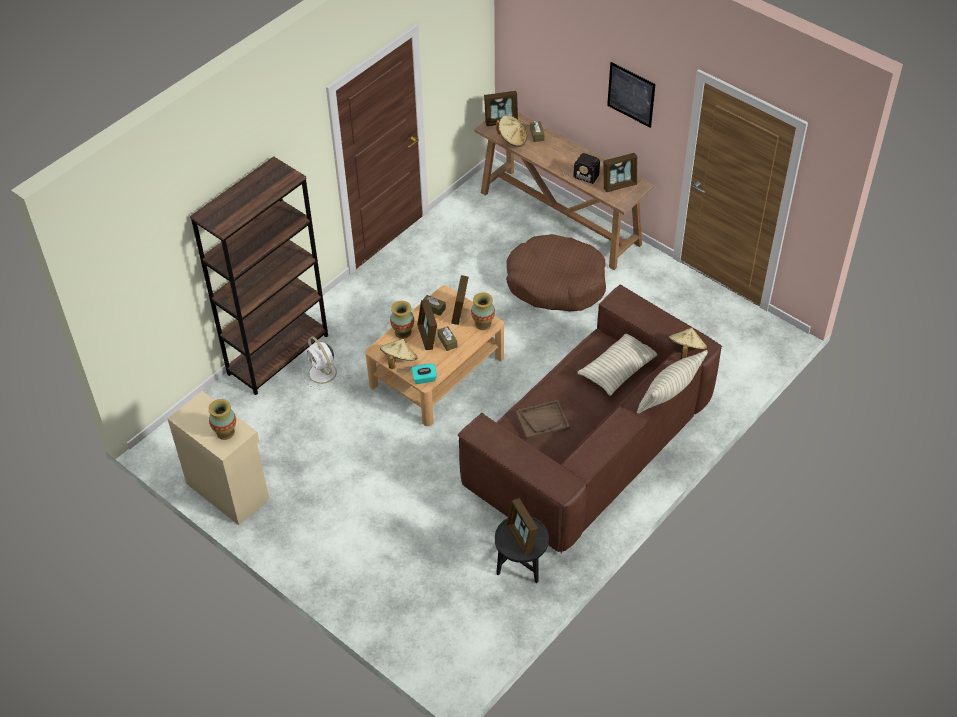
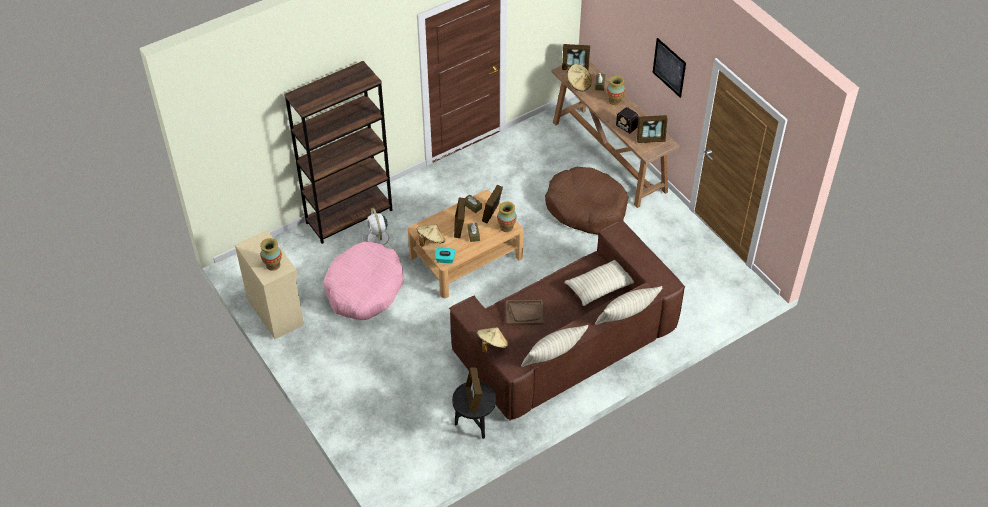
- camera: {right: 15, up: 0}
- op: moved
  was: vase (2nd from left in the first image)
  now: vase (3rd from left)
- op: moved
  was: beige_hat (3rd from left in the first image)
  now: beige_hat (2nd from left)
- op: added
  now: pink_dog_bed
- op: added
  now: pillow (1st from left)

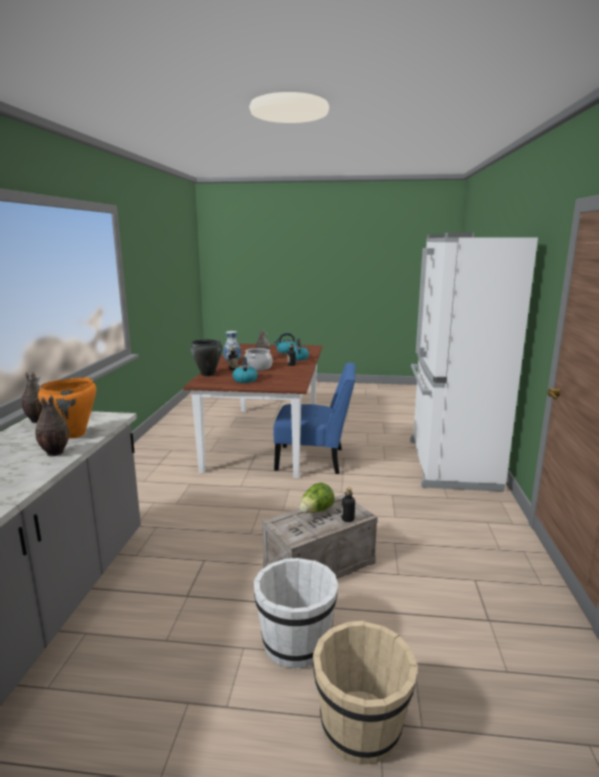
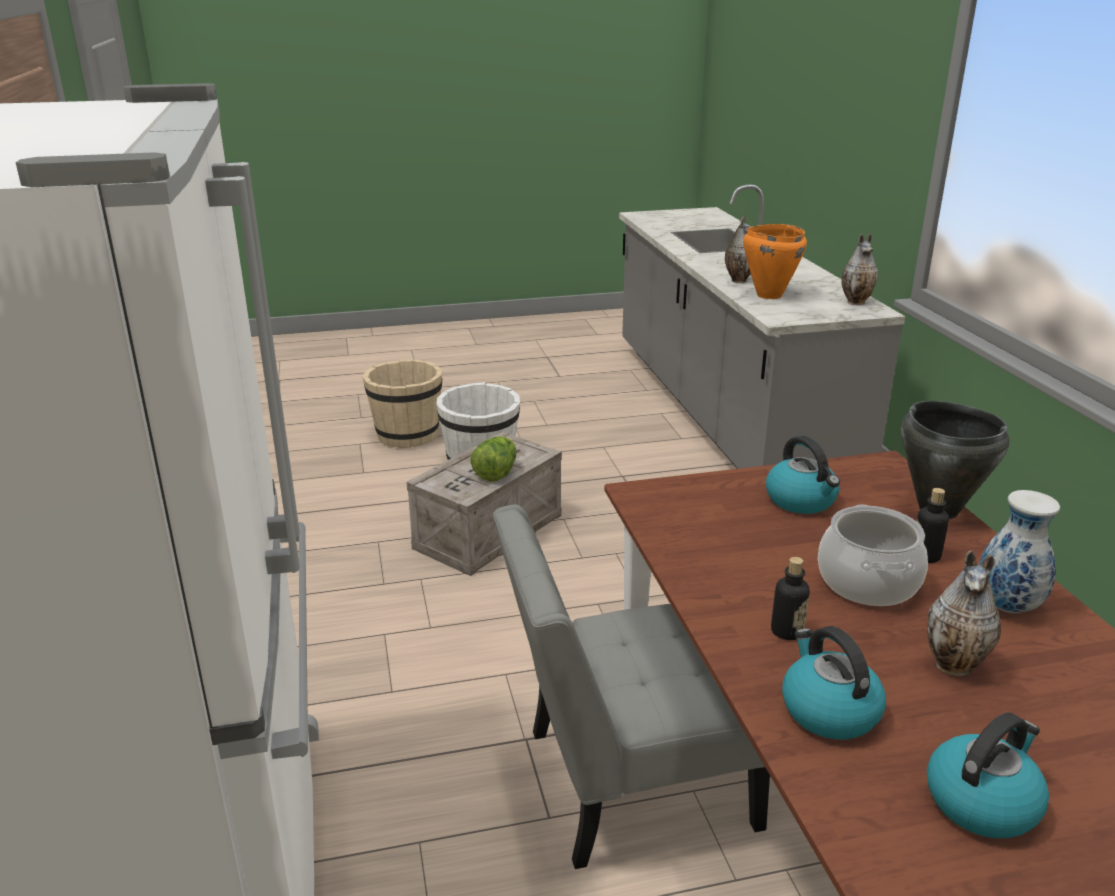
- camera: {right: 160, up: 10}
- op: recoloured
  was: blue_chair
  now: grey_chair
- op: removed
  was: bottle (3rd from left)

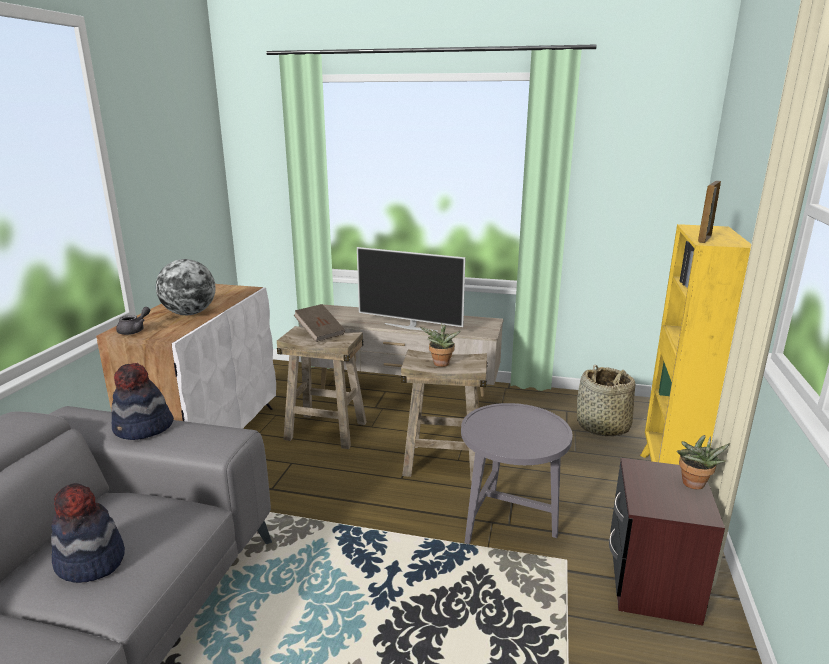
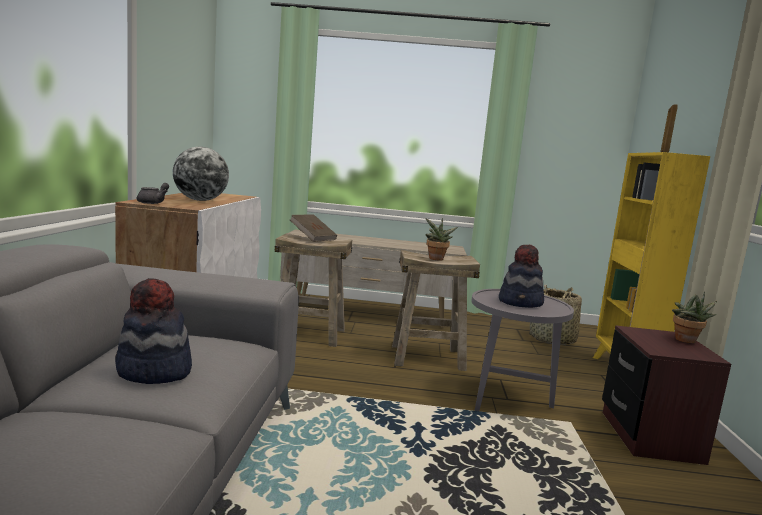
- camera: {right: -10, up: -10}
- op: removed
  was: television
- op: moved
  was: hat (2nd from left)

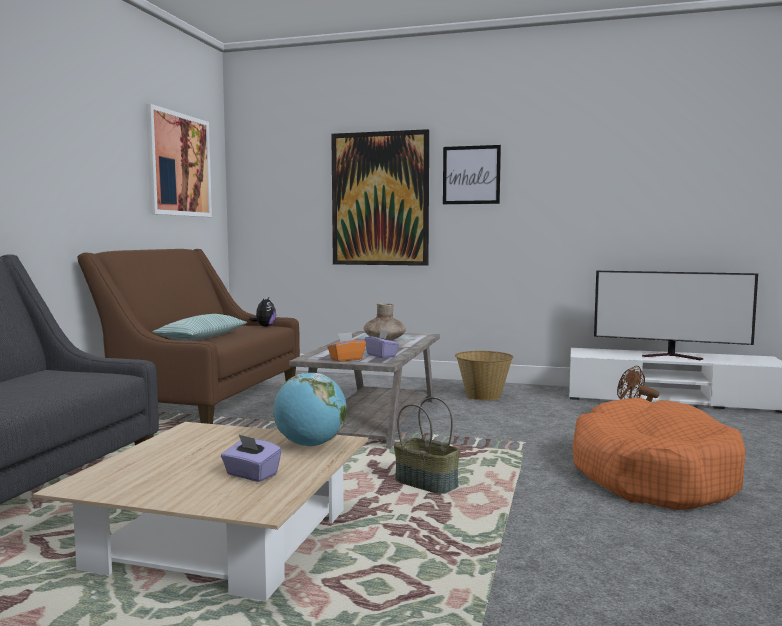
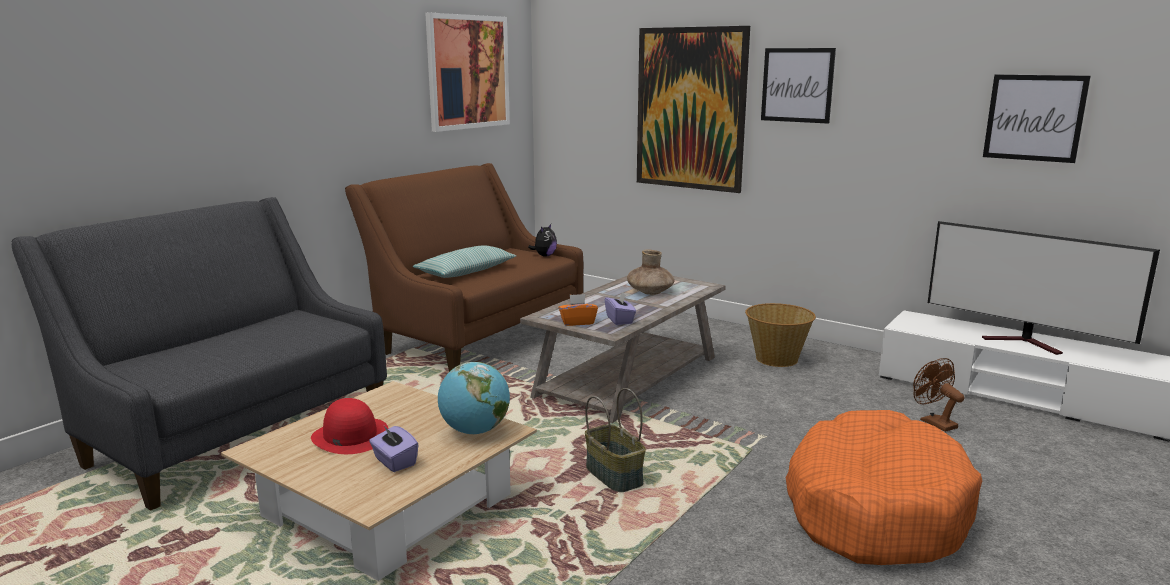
- camera: {right: 20, up: 10}
- op: added
  now: picture (4th from left)
- op: added
  now: red_hat

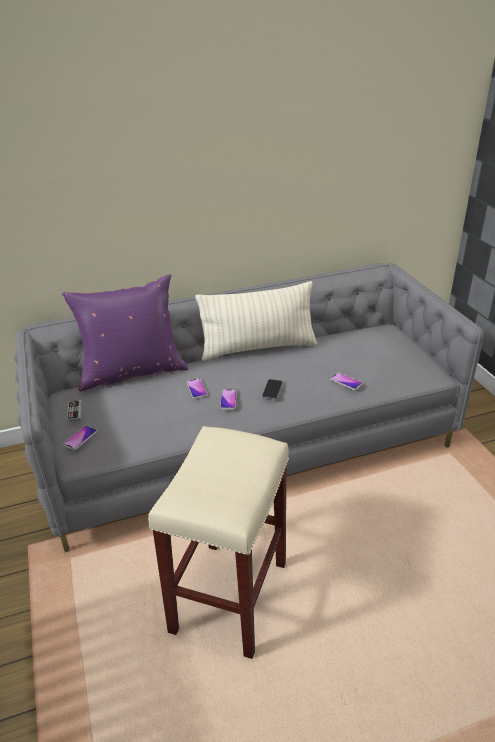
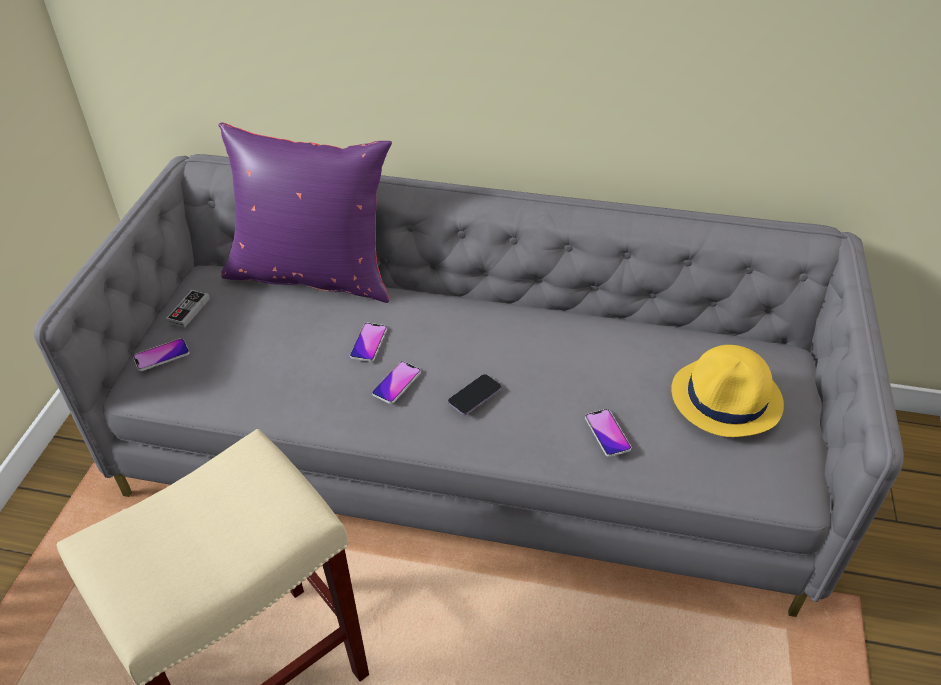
- camera: {right: 30, up: 10}
- op: removed
  was: beige_pillow
- op: added
  now: yellow_hat

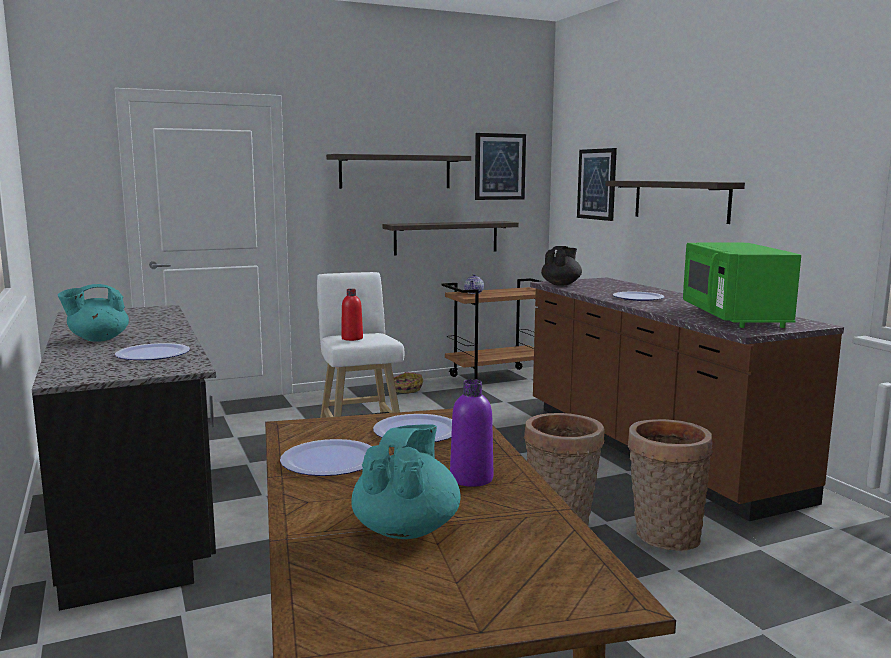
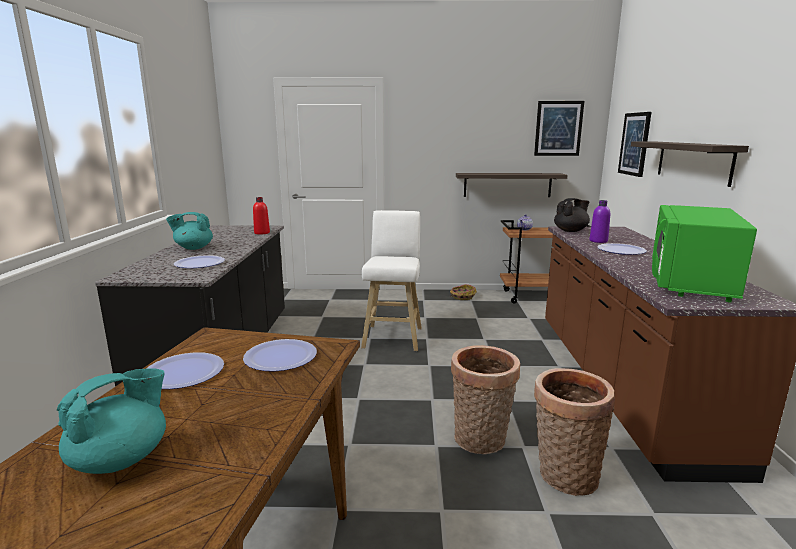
- camera: {right: 25, up: 5}
- op: removed
  was: shelf (1st from left)
- op: moved
  was: red_bottle
- op: moved
  was: purple_bottle

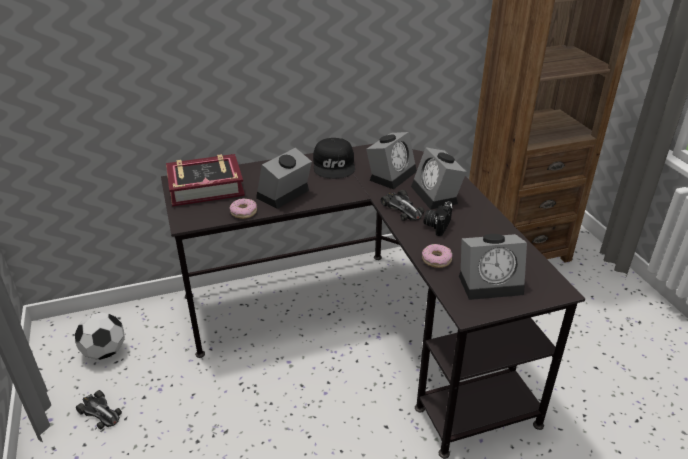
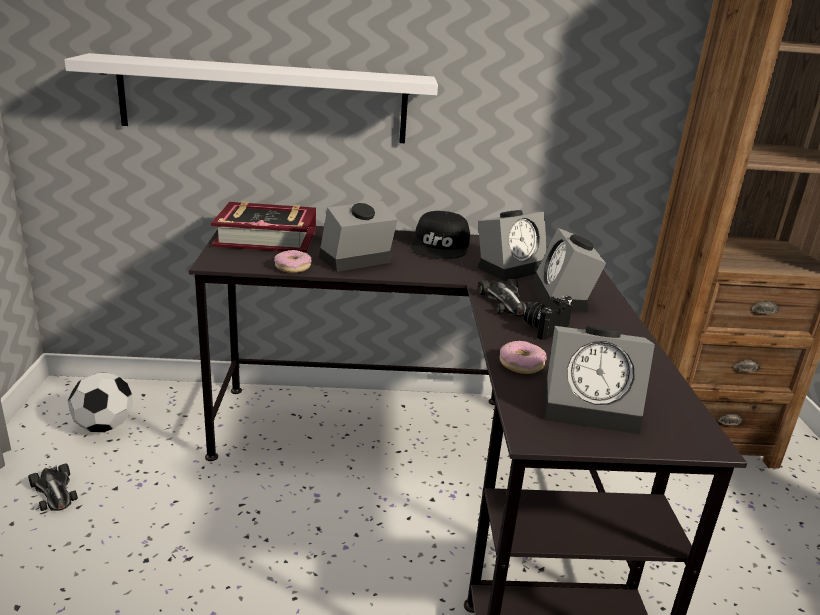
- camera: {right: 15, up: -10}
- op: added
  now: white_shelf

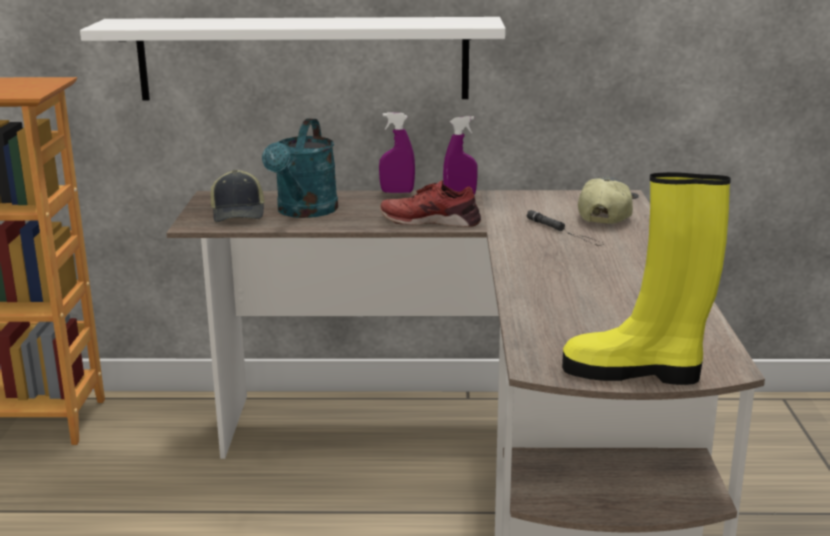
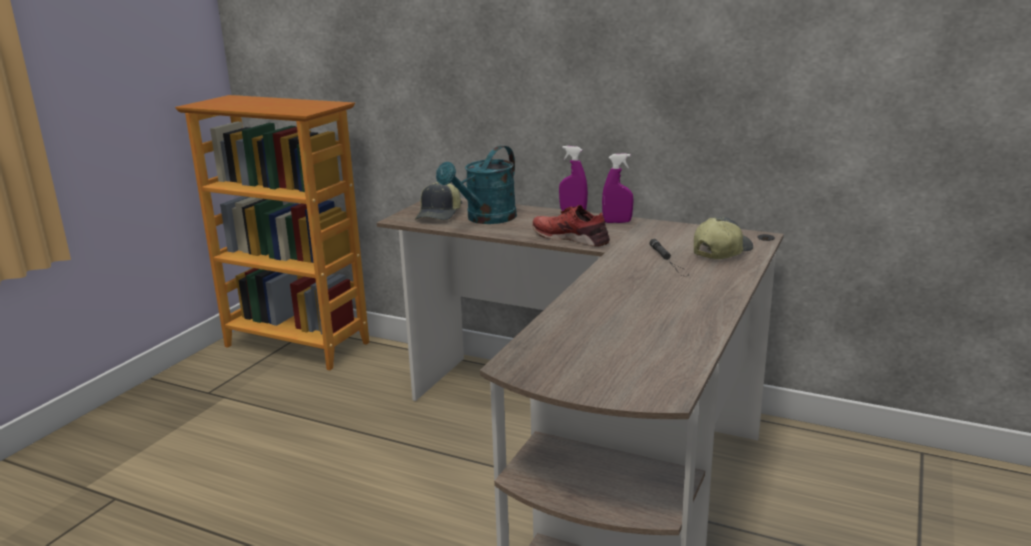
- camera: {right: 25, up: 0}
- op: removed
  was: white_shelf
- op: removed
  was: yellow_boot

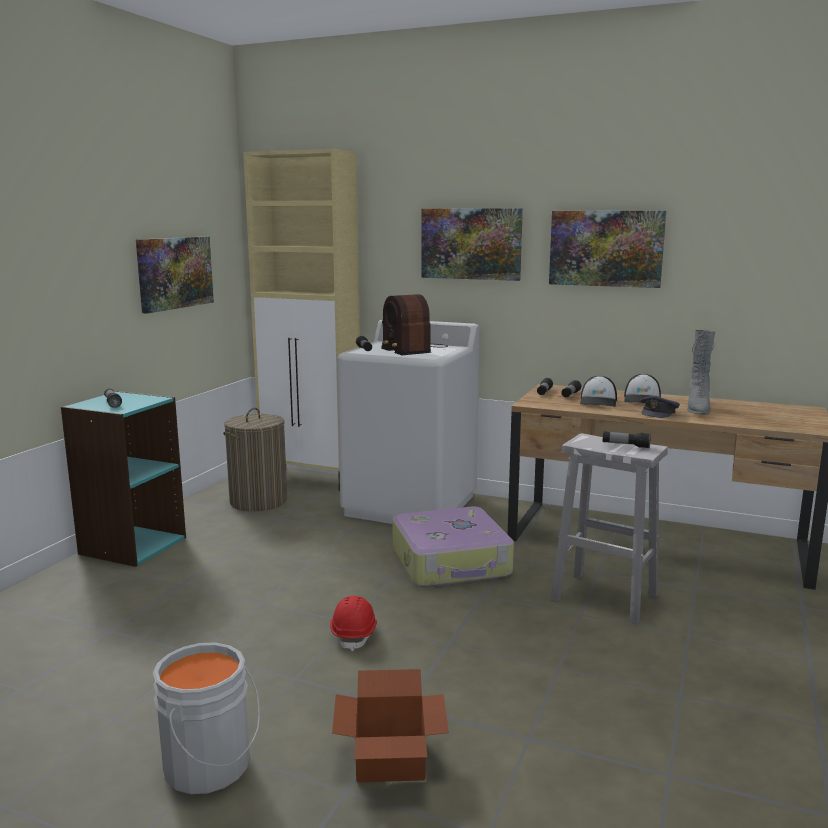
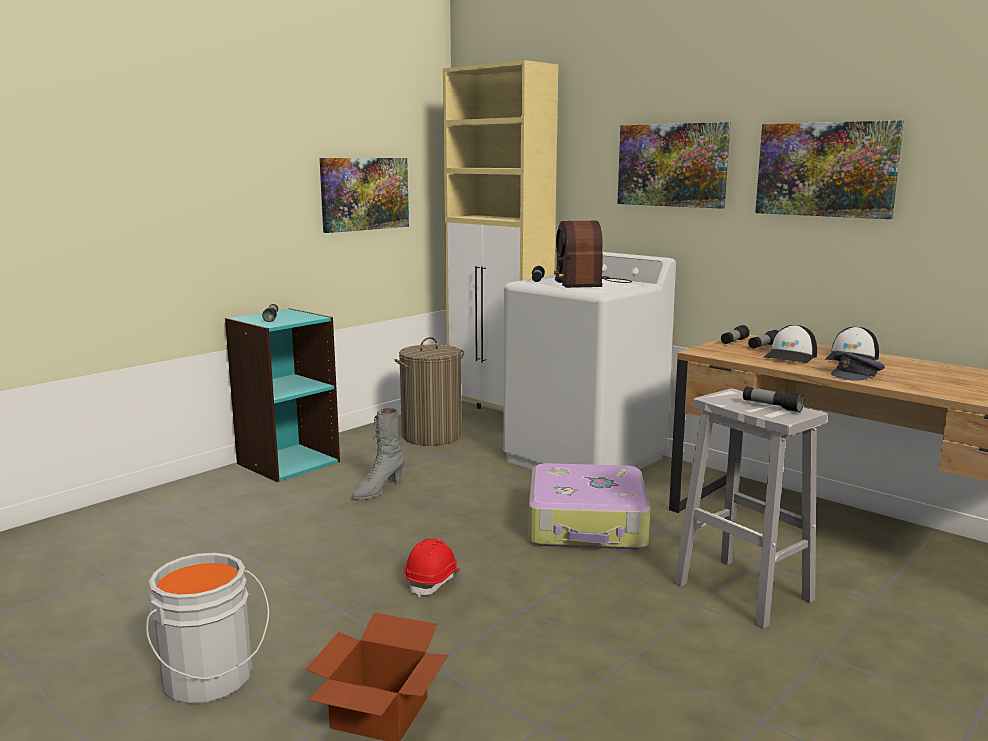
- camera: {right: 20, up: 0}
- op: moved
  was: grey_boot

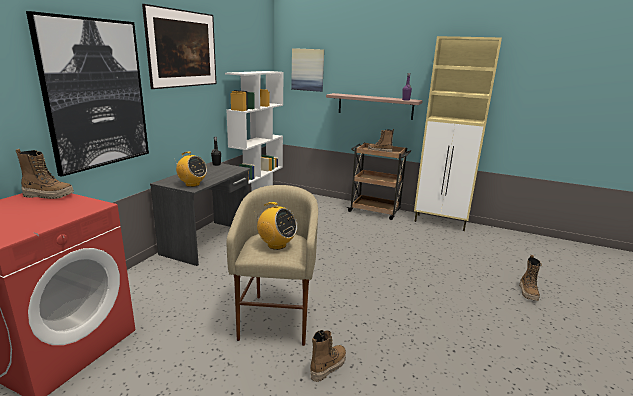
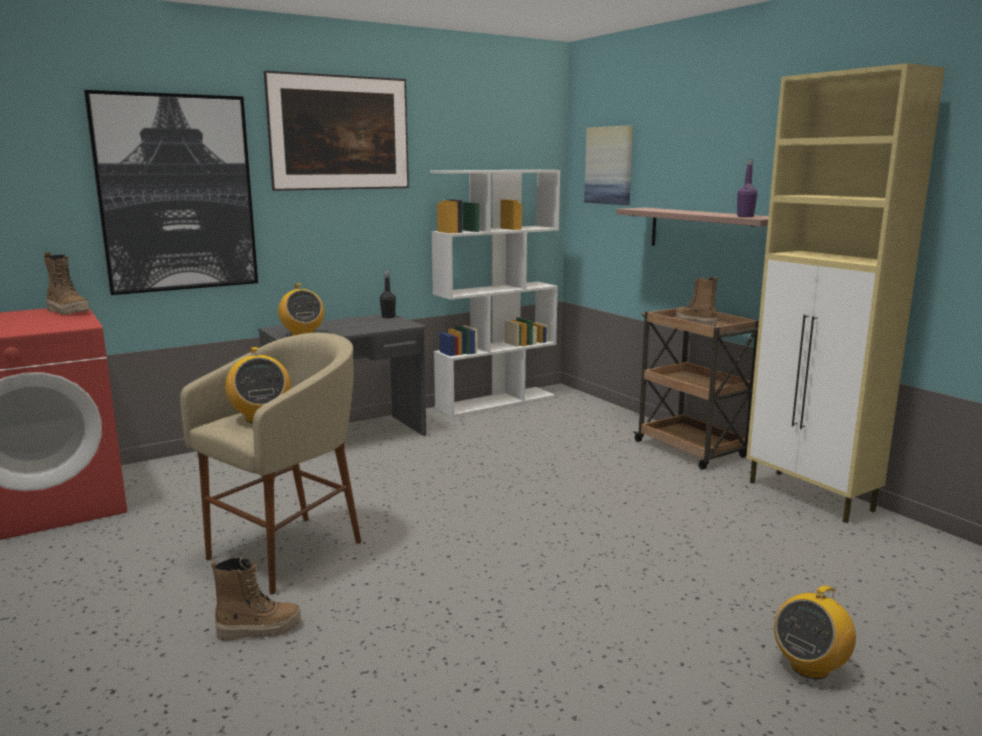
- camera: {right: 35, up: -5}
- op: replaced
  was: boot (4th from left)
  now: radio (3rd from left)

